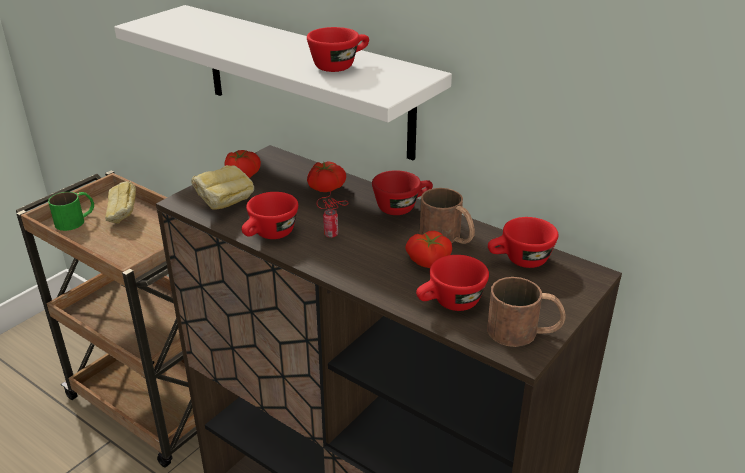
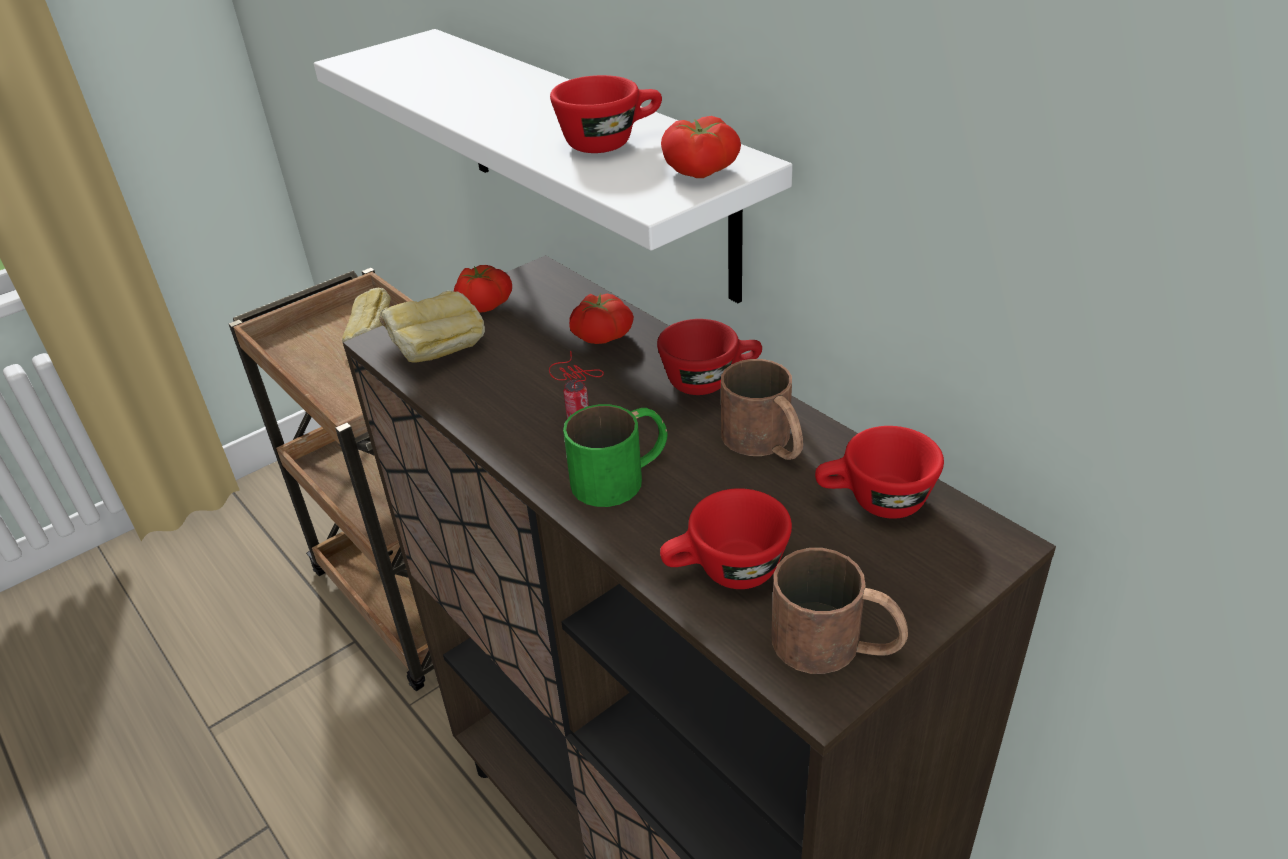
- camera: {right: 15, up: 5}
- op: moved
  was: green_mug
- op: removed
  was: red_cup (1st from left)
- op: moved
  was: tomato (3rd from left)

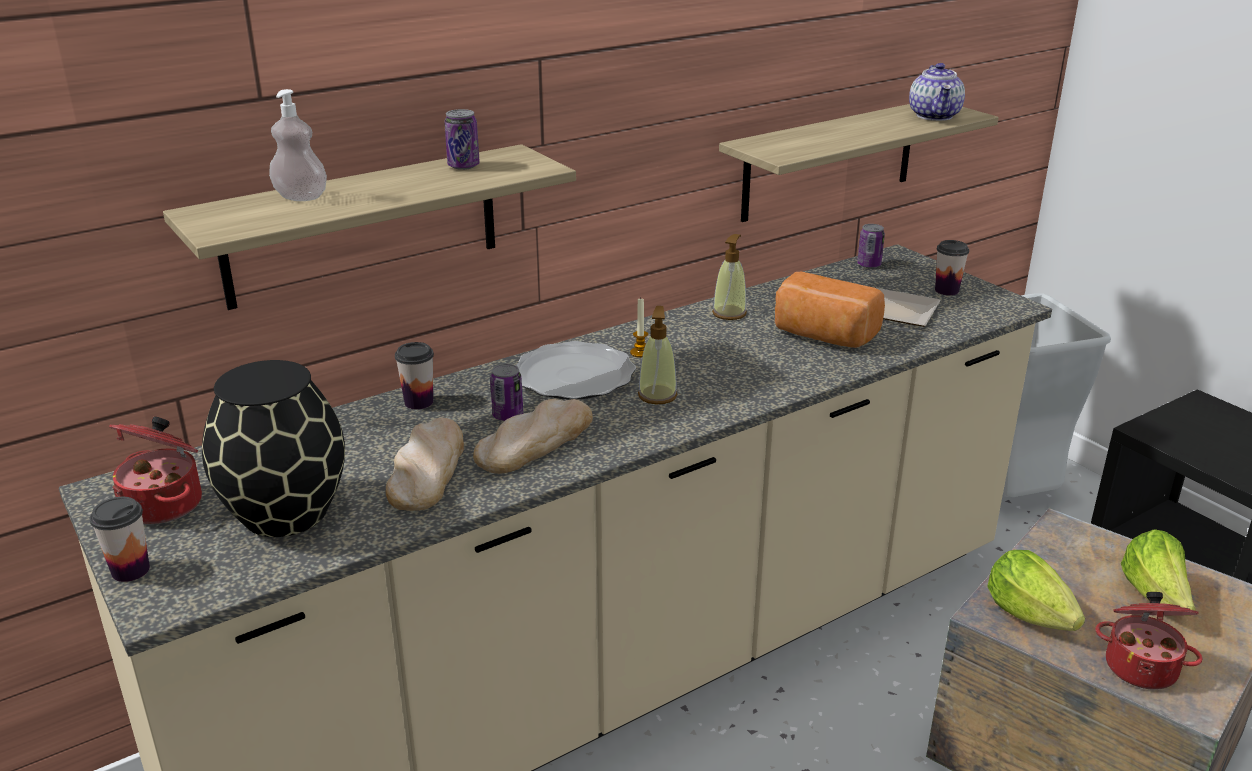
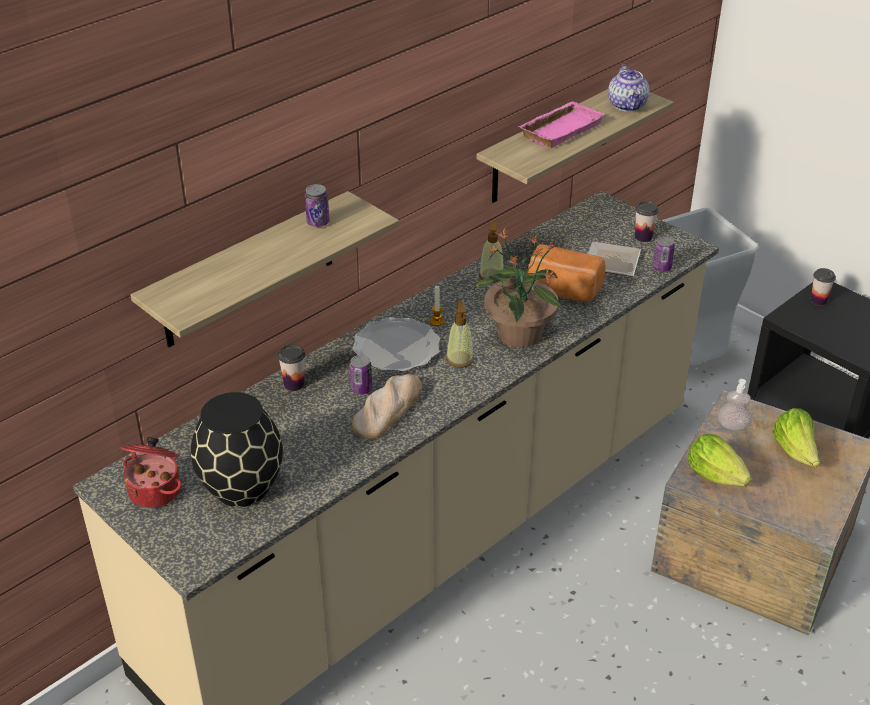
- camera: {right: -10, up: 10}
- op: moved
  was: soap_dispenser (1st from left in the first image)
  now: soap_dispenser (3rd from left)
- op: moved
  was: can (3rd from left)
- op: removed
  was: bread (1st from left)
- op: moved
  was: cup (1st from left in the first image)
  now: cup (3rd from left)
- op: removed
  was: cooking_pot (2nd from left)
- op: added
  now: pink_tray
- op: added
  now: potted_plant

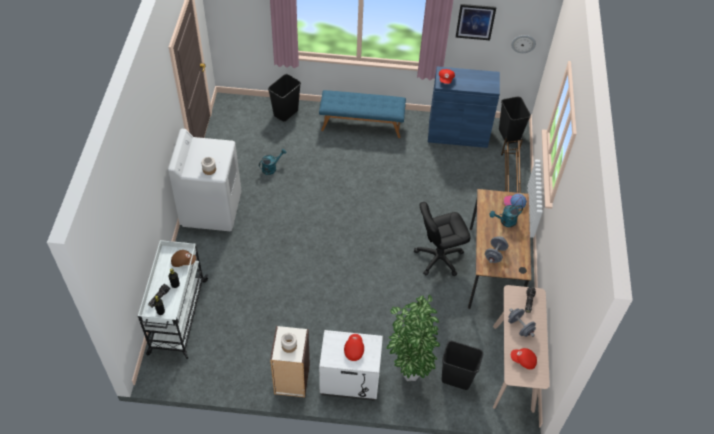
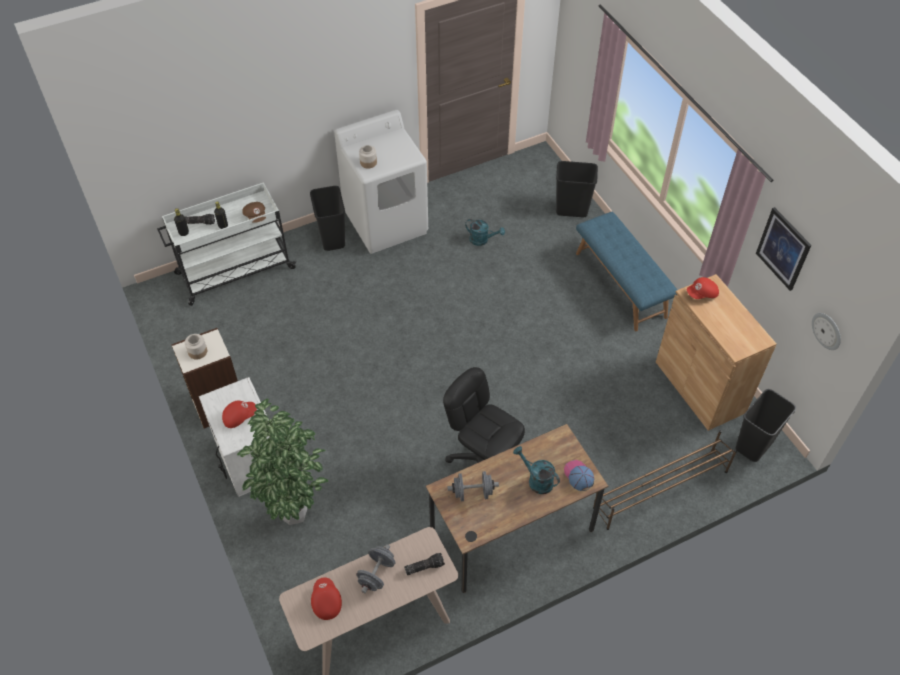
- camera: {right: 60, up: 0}
- op: recoloured
  was: blue_cabinet
  now: brown_cabinet
- op: moved
  was: black_trash_can (2nd from left in the first image)
  now: black_trash_can (1st from left)

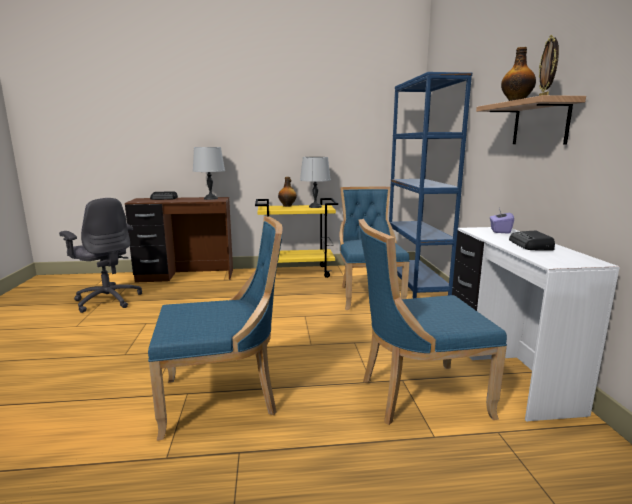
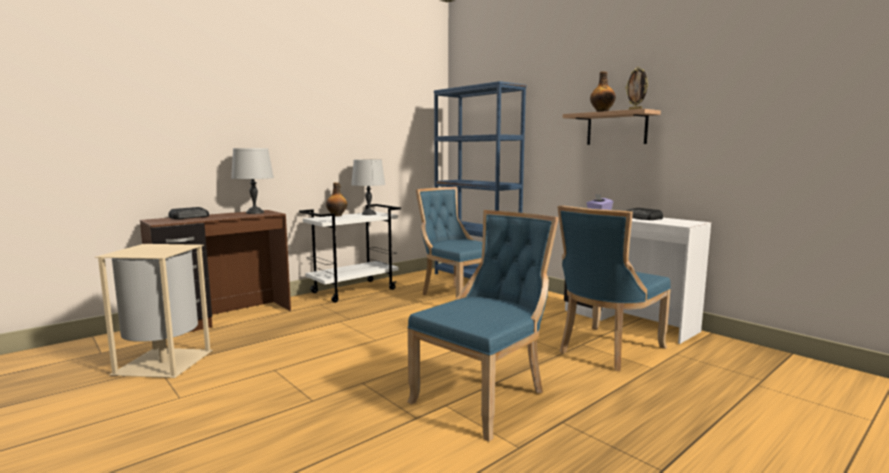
- camera: {right: -35, up: -5}
- op: replaced
  was: grey_office_chair
  now: beige_trash_can
- op: recoloured
  was: yellow_cart
  now: white_cart

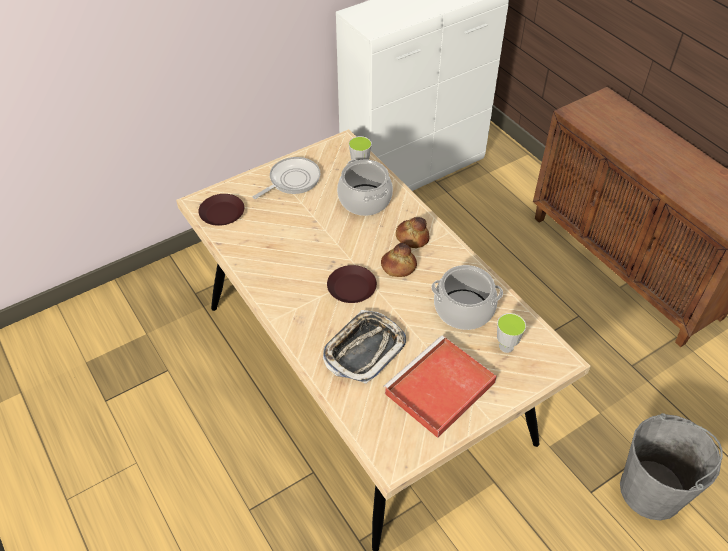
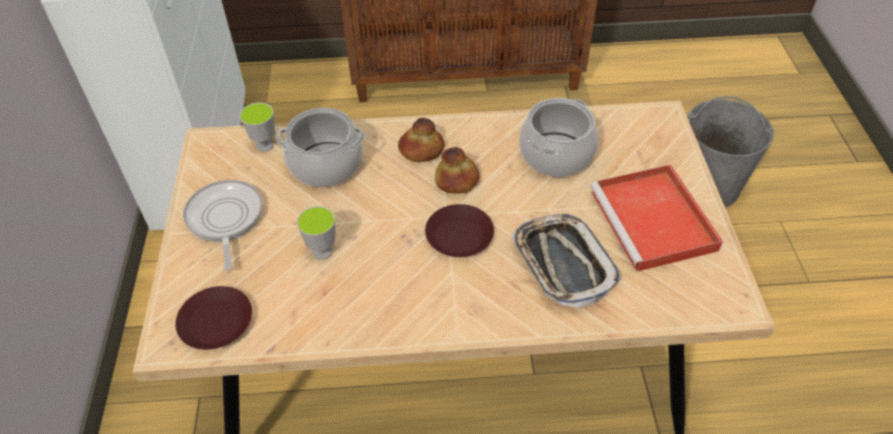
- camera: {right: -60, up: 0}
- op: moved
  was: cup (2nd from left)

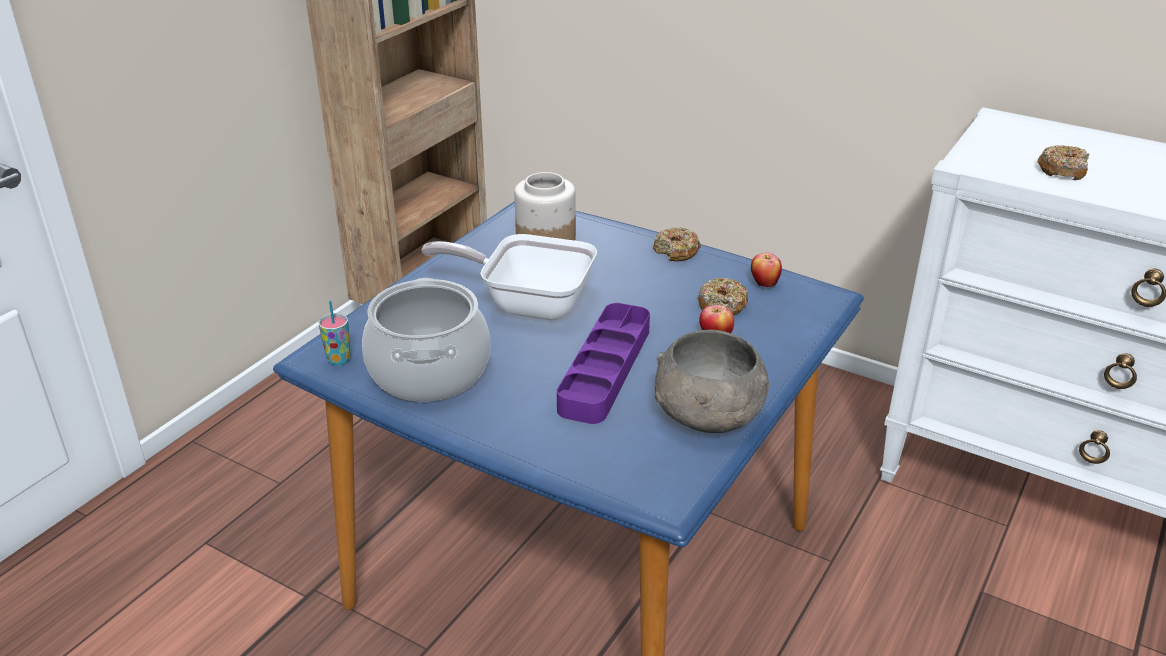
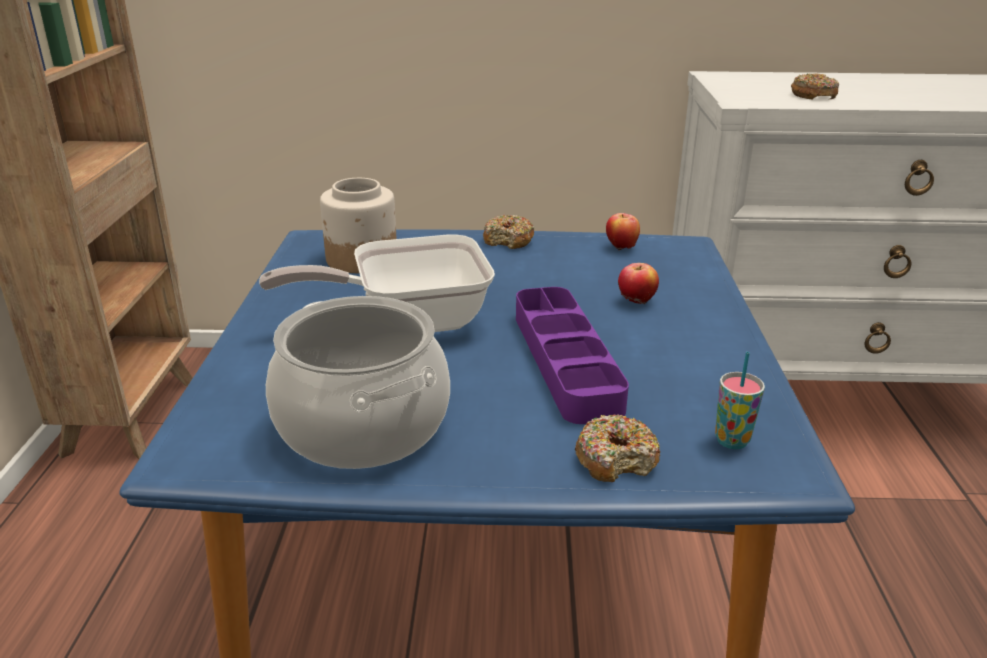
- camera: {right: -30, up: -5}
- op: moved
  was: donut (2nd from left)
- op: moved
  was: cup
- op: removed
  was: grey_bowl

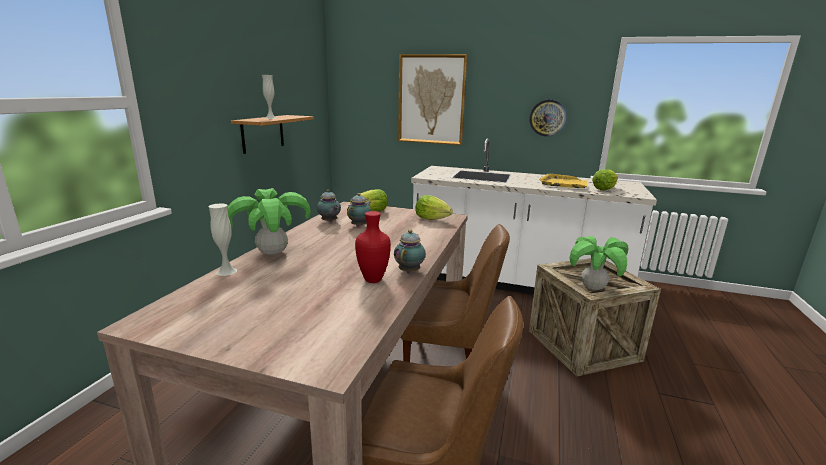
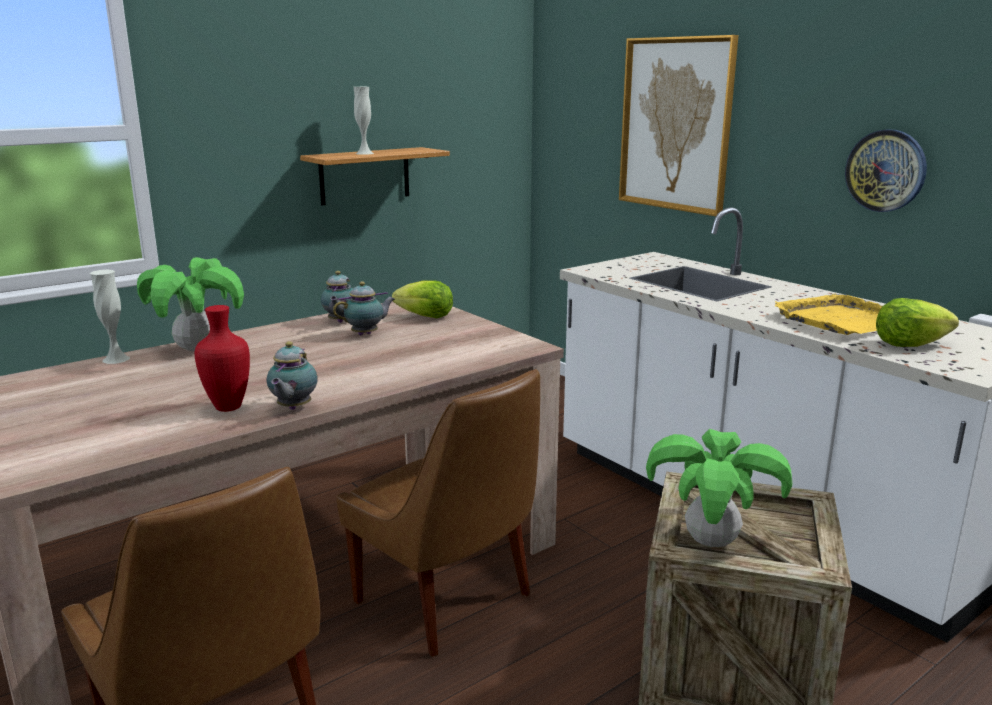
- camera: {right: 35, up: 0}
- op: removed
  was: lettuce (2nd from left)
- op: turned
  was: teapot (3rd from left in the first image)
  clockwise: 135

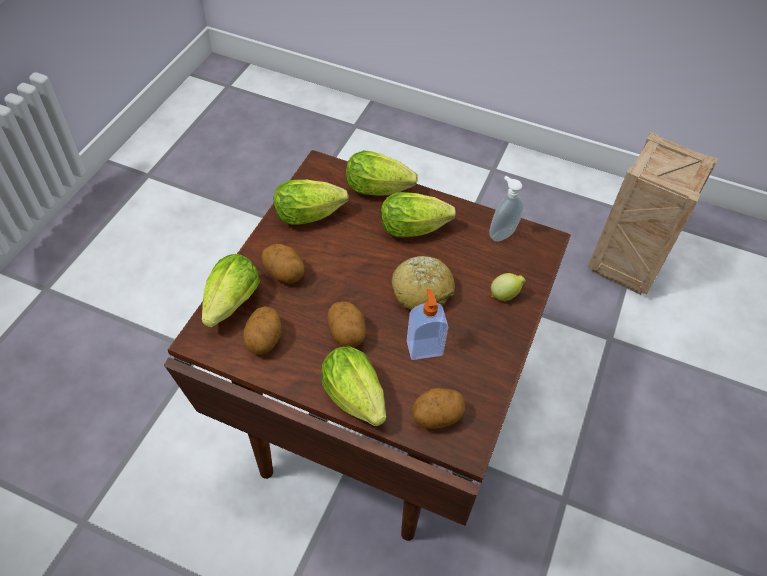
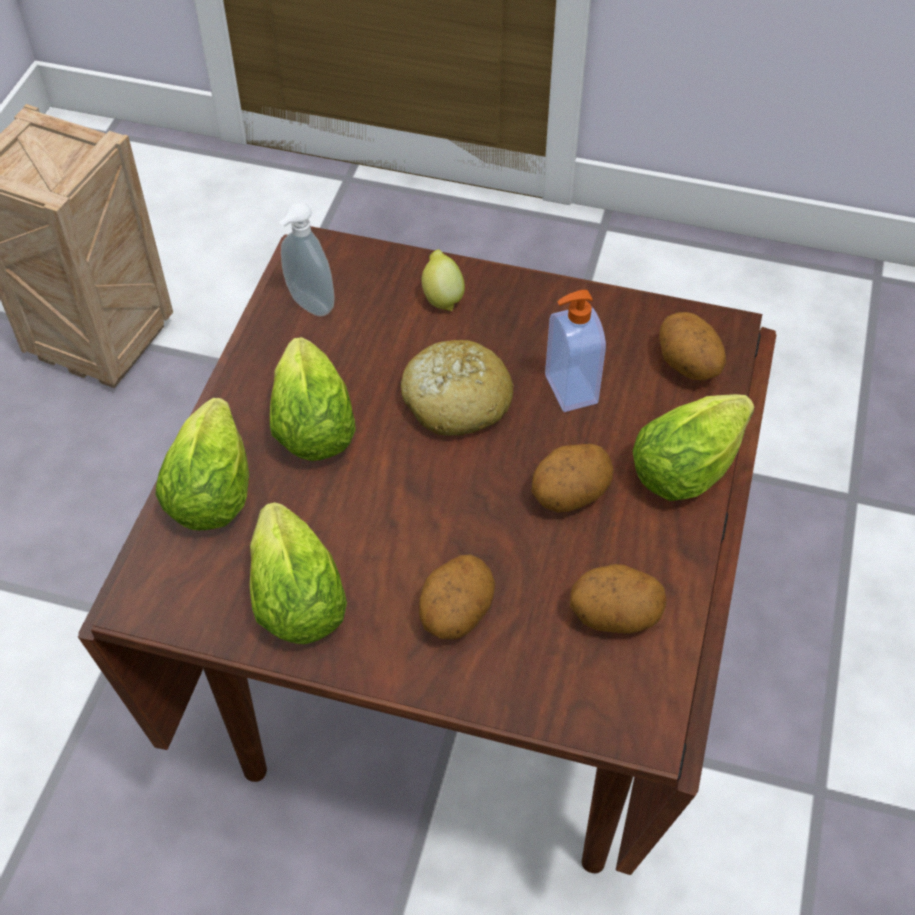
- camera: {right: -95, up: 0}
- op: removed
  was: lettuce (1st from left)

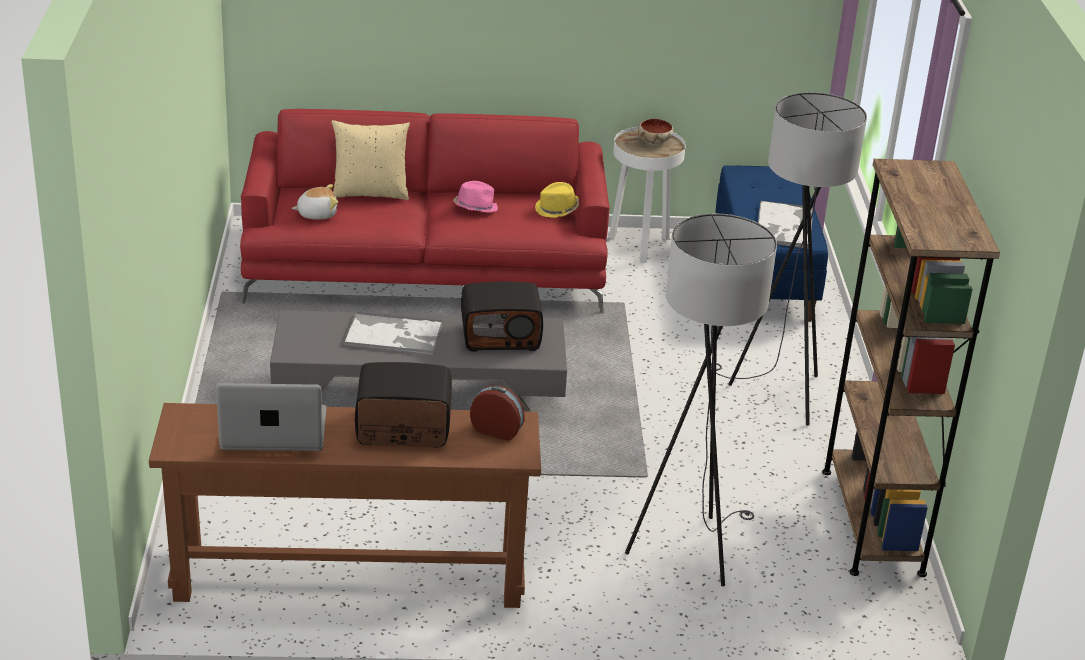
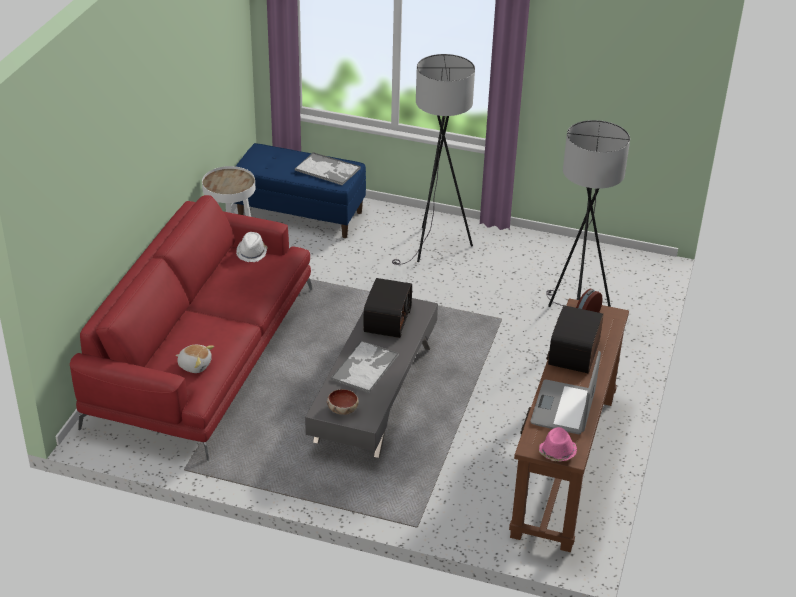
- camera: {right: -70, up: 5}
- op: moved
  was: bowl
- op: removed
  was: beige_pillow
- op: removed
  was: brown_bookcase
- op: moved
  was: pink_hat
- op: recoloured
  was: yellow_hat
  now: white_hat
- op: turned
  was: plush_toy
  clockwise: 105

